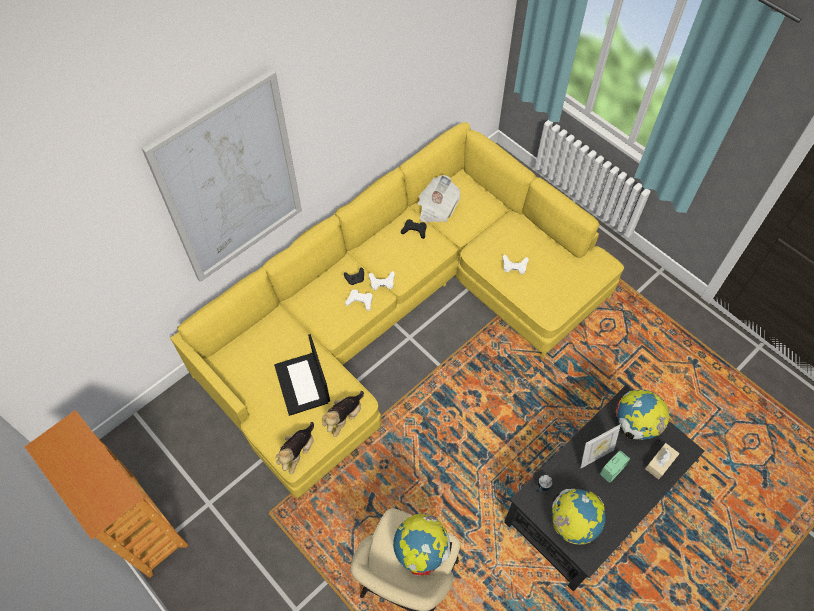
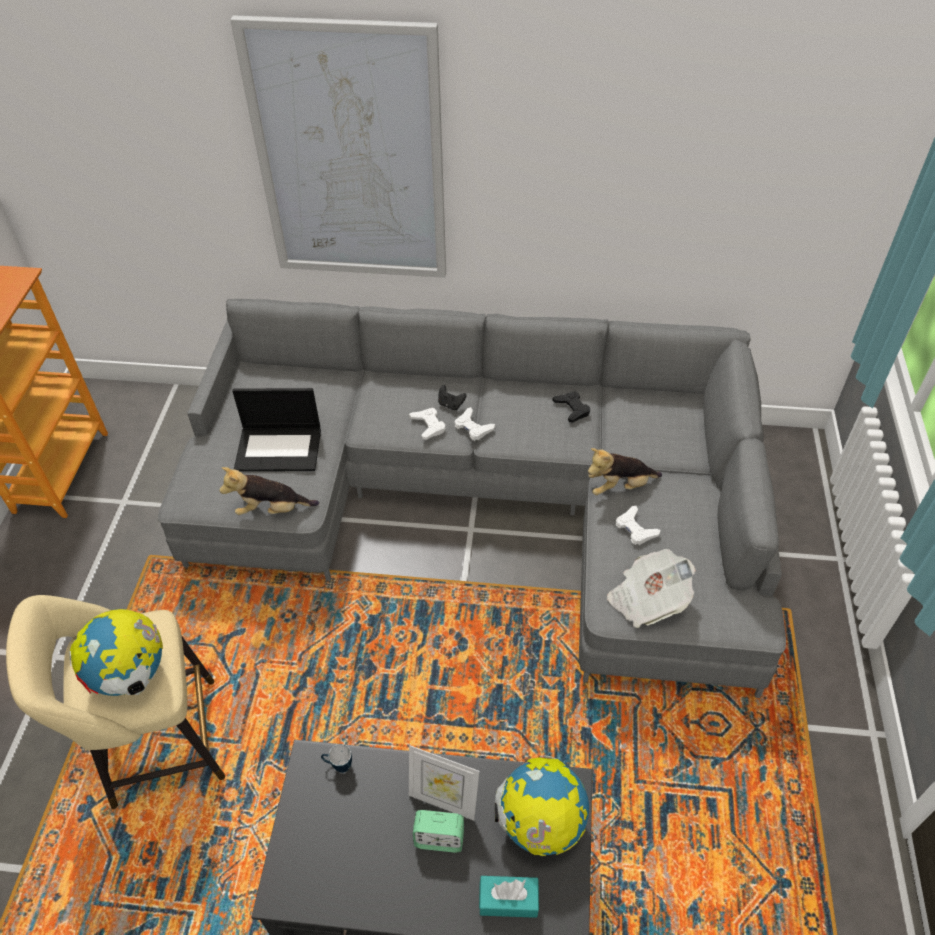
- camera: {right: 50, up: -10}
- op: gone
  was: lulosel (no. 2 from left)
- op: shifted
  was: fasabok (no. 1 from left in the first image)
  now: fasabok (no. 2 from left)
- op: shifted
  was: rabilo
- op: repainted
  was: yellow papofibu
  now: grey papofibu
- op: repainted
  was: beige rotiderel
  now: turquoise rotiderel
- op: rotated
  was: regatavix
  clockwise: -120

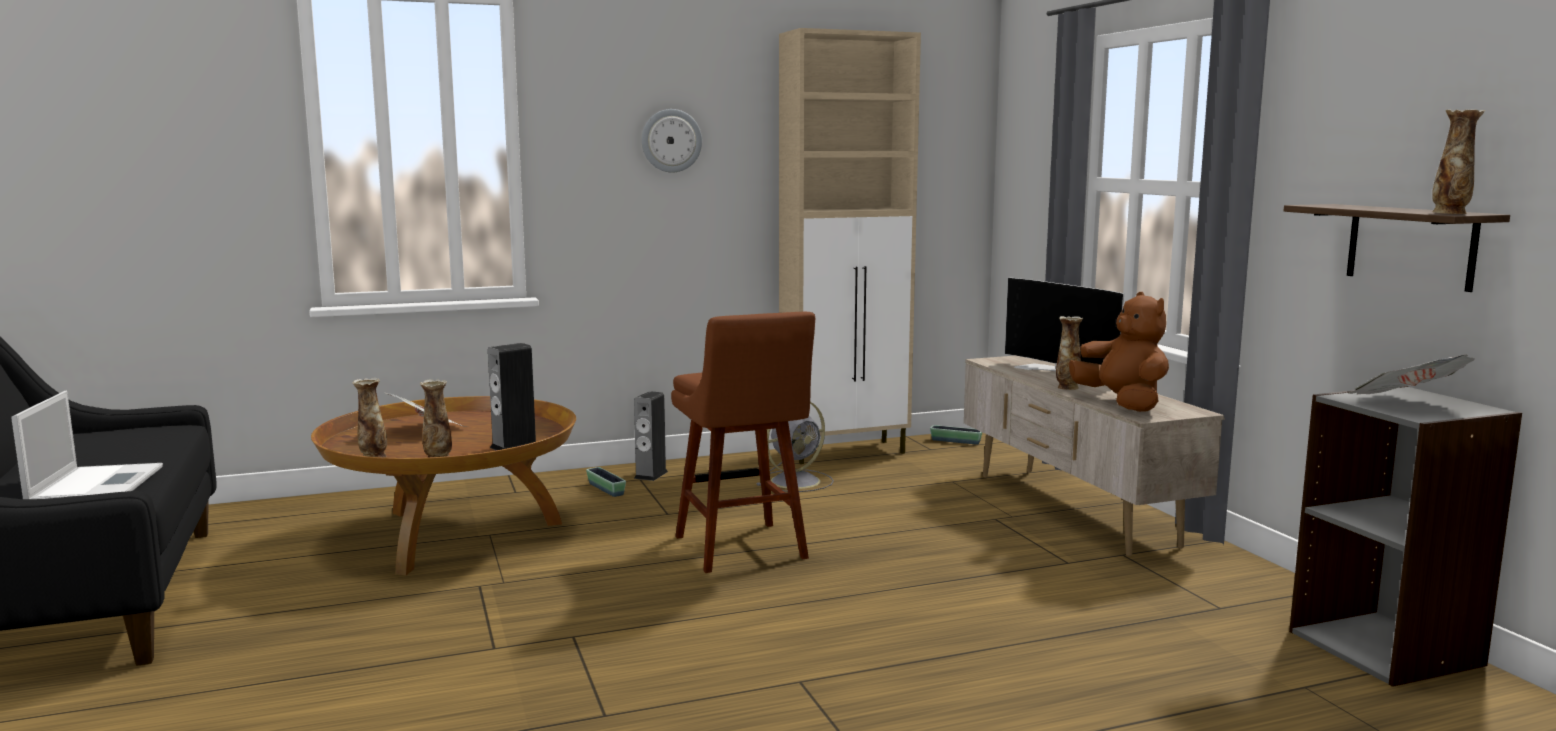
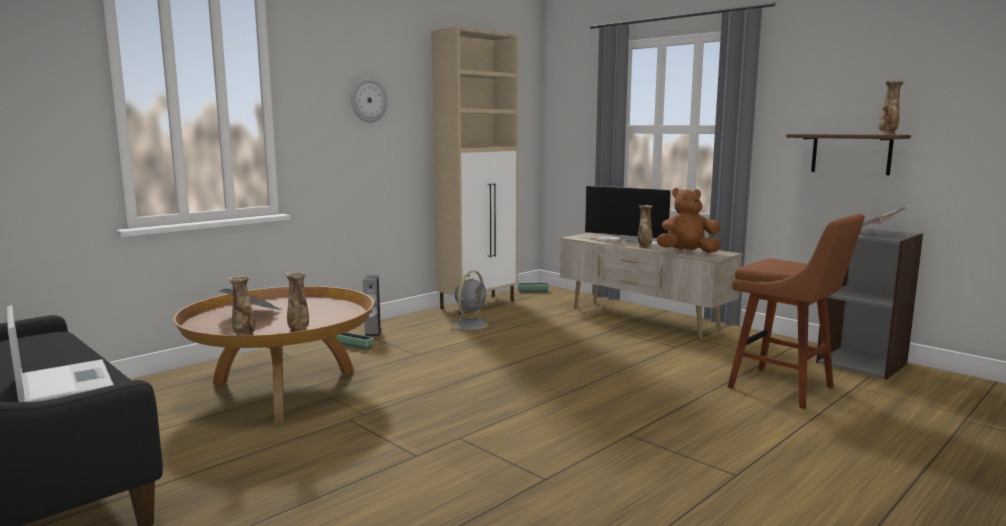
- camera: {right: -25, up: 0}
- op: gone
  was: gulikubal (no. 1 from left)
- op: shifted
  was: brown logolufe
- op: rotated
  was: brown fasabok
  clockwise: -45

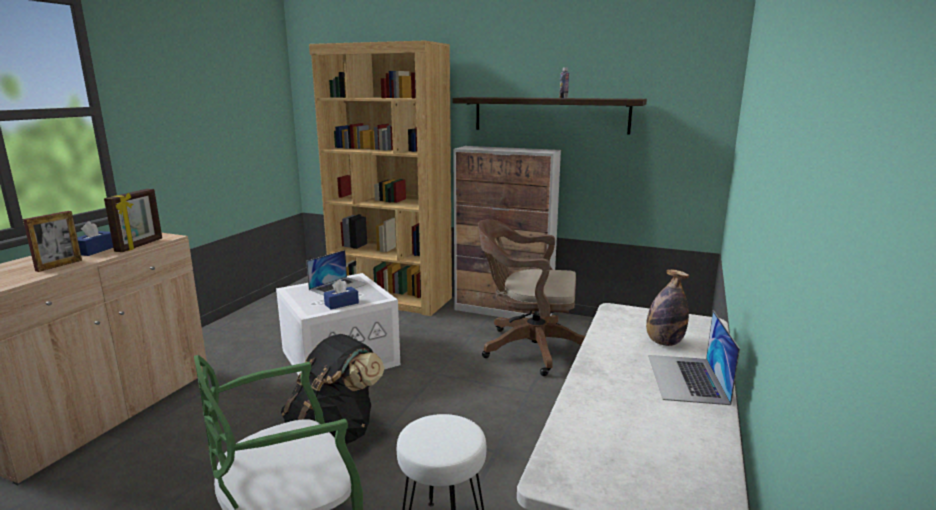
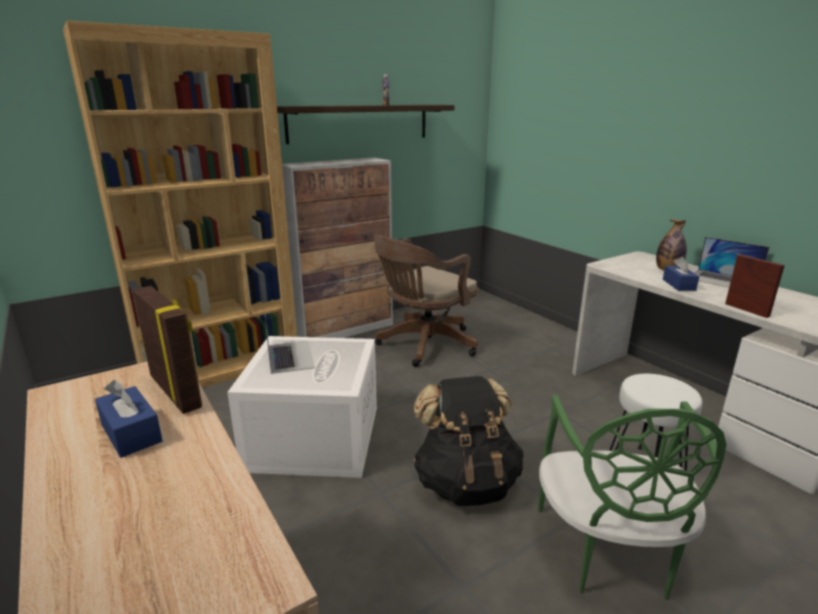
- camera: {right: -55, up: 5}
- op: shifted
  was: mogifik (no. 1 from left in the first image)
  now: mogifik (no. 2 from left)
- op: shifted
  was: blue rotiderel (no. 2 from left)

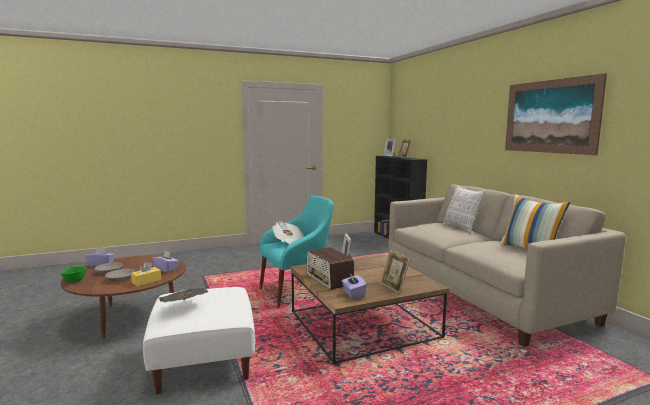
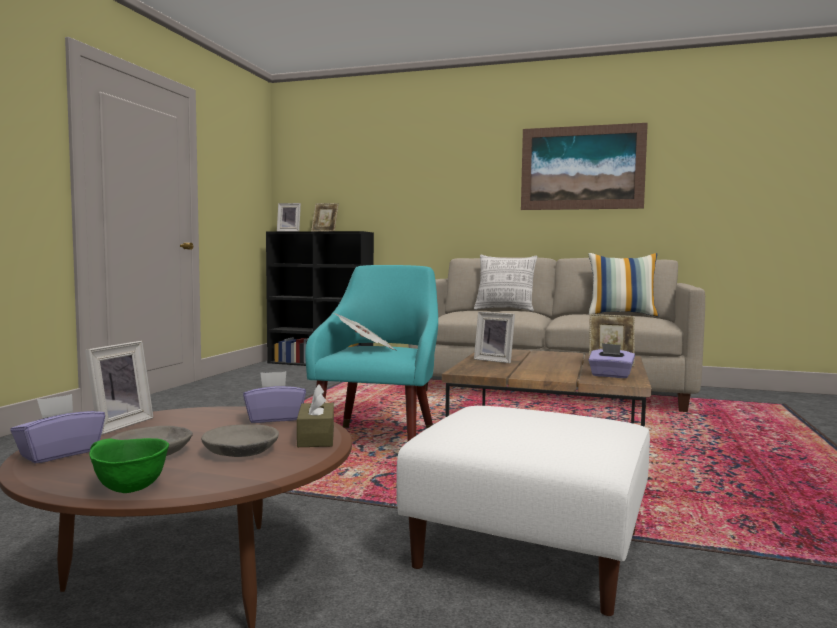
- camera: {right: -50, up: -5}
- op: gone
  was: rabilo (no. 1 from left)
- op: gone
  was: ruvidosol
- op: new
  now: mogifik (no. 1 from left)
- op: repainted
  was: yellow rotiderel
  now: brown rotiderel

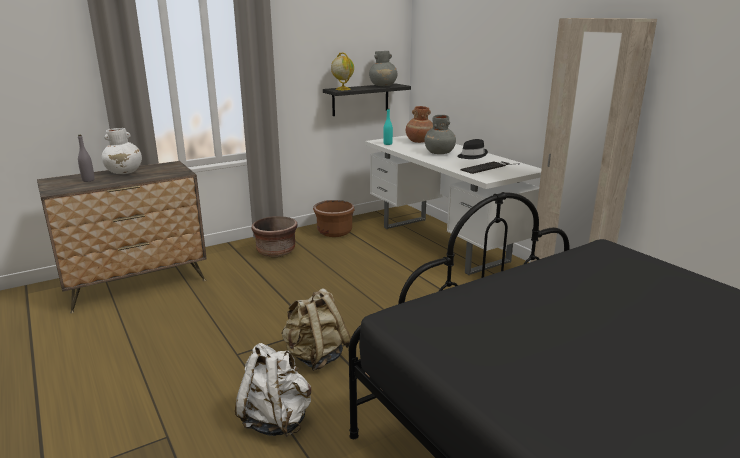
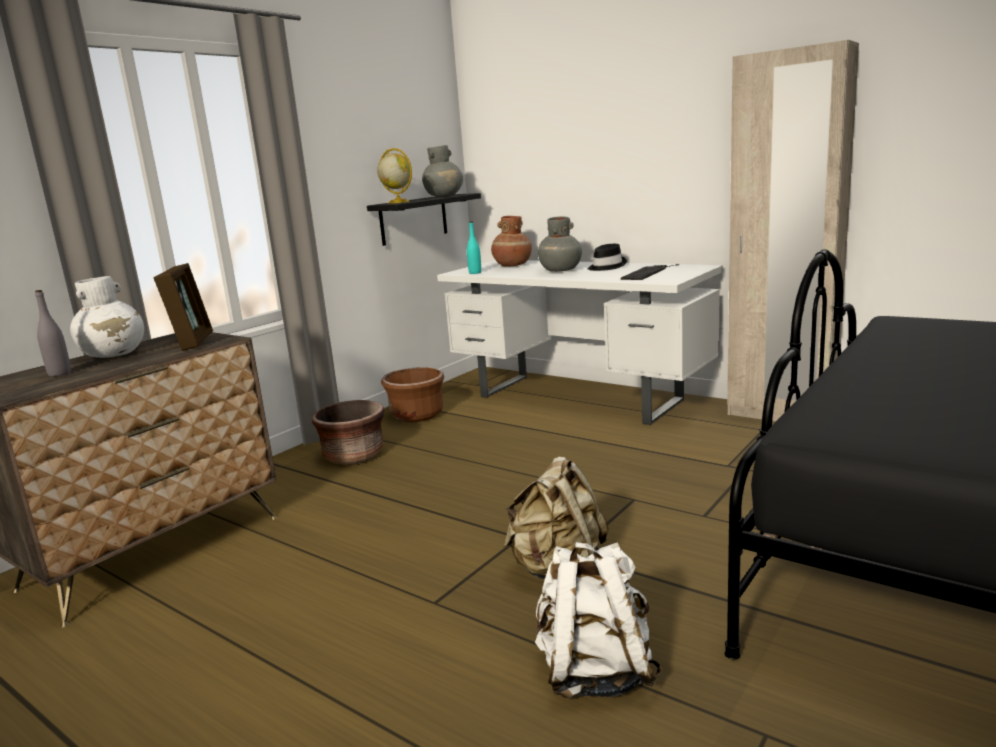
- camera: {right: -20, up: -5}
- op: new
  now: mogifik

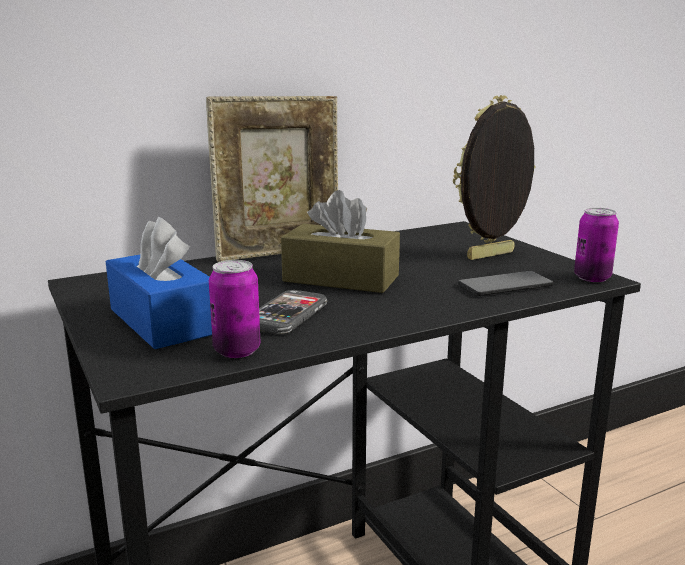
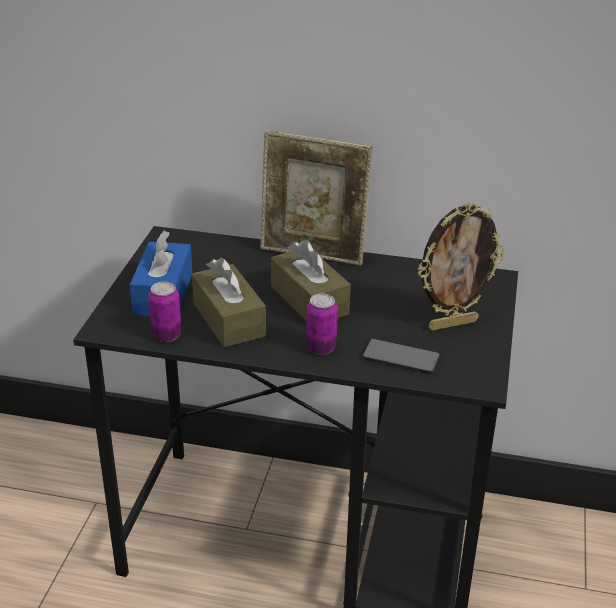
- camera: {right: 40, up: 15}
- op: shifted
  was: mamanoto (no. 2 from left)
- op: swapped
  was: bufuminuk (no. 1 from left)
  now: brown rotiderel (no. 1 from left)
- op: rotated
  was: mogifik (no. 2 from left)
  clockwise: 150

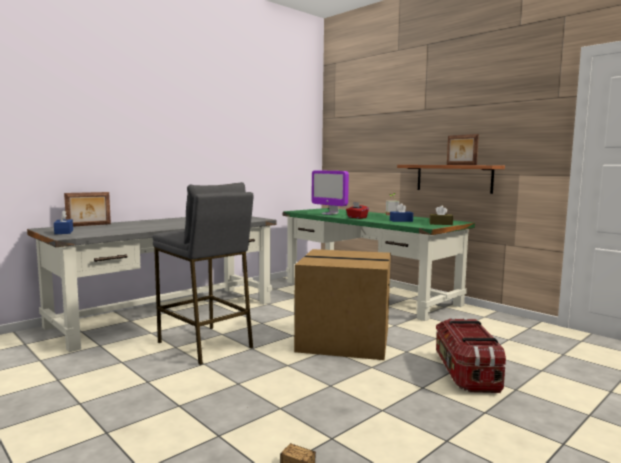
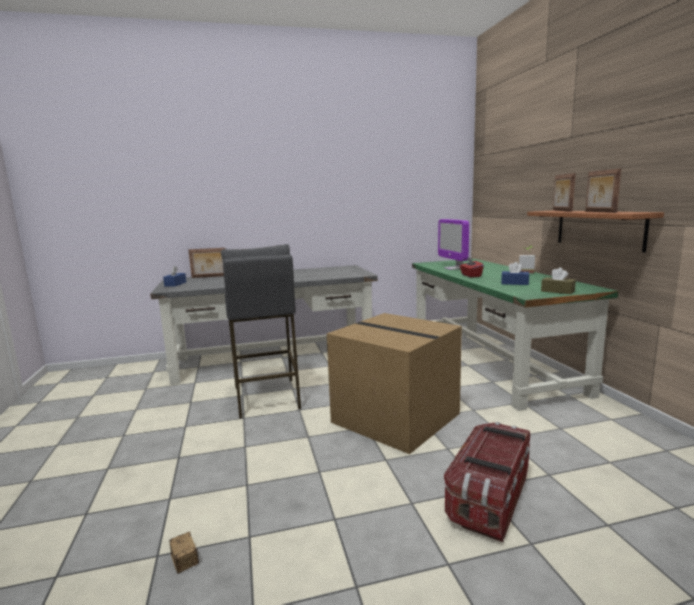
- camera: {right: 30, up: 5}
- op: new
  now: mogifik (no. 2 from left)

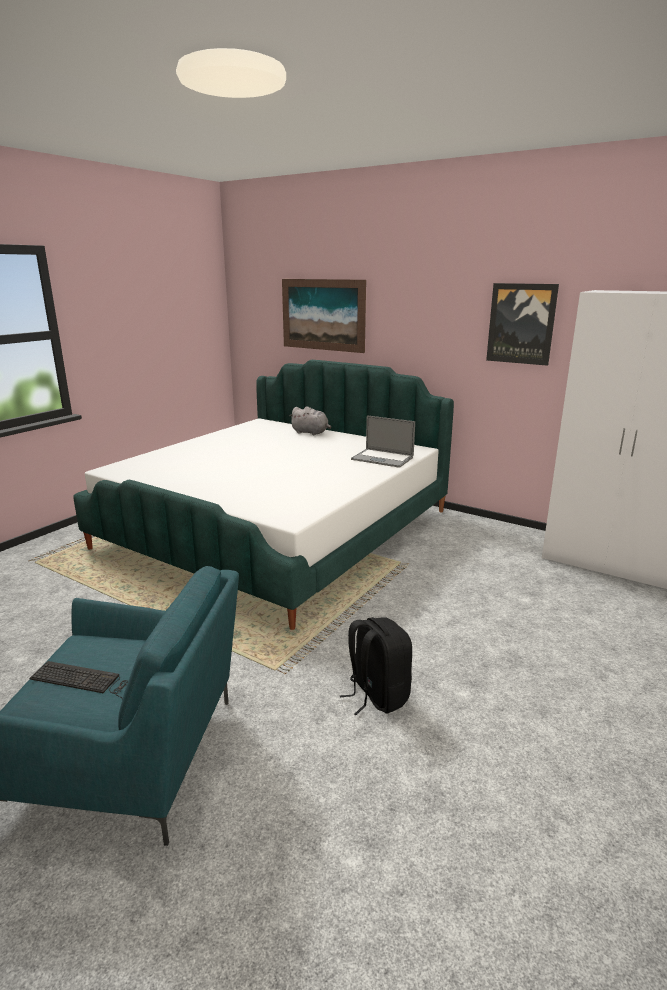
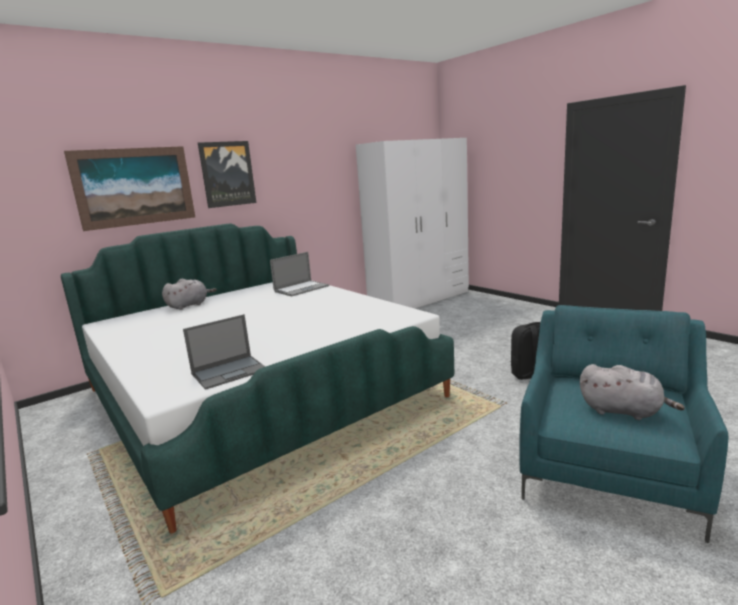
- camera: {right: -70, up: -5}
- op: new
  now: regatavix (no. 1 from left)
- op: shifted
  was: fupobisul (no. 2 from left)
- op: swapped
  was: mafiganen
  now: grey fasabok (no. 2 from left)

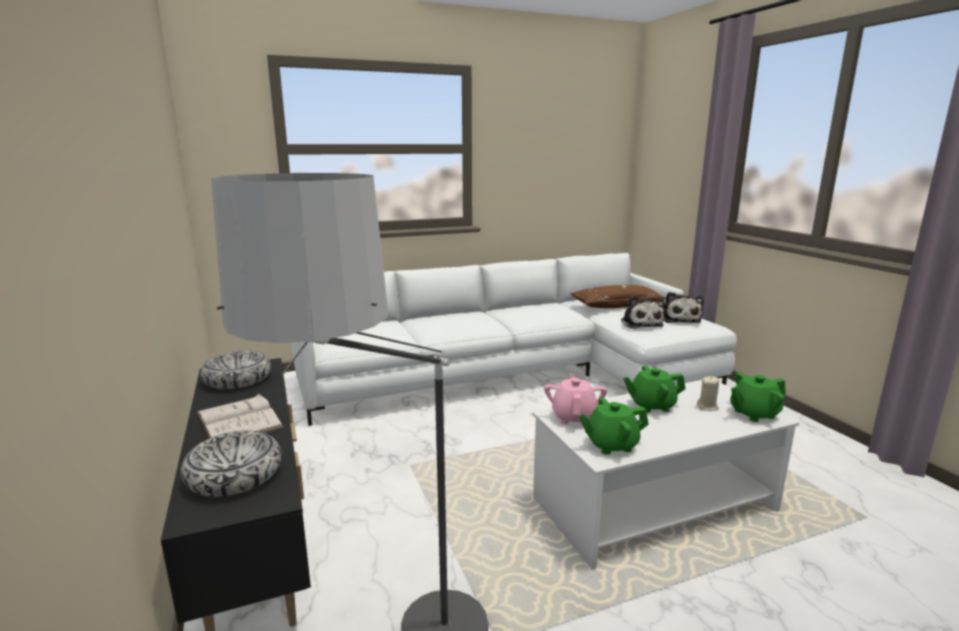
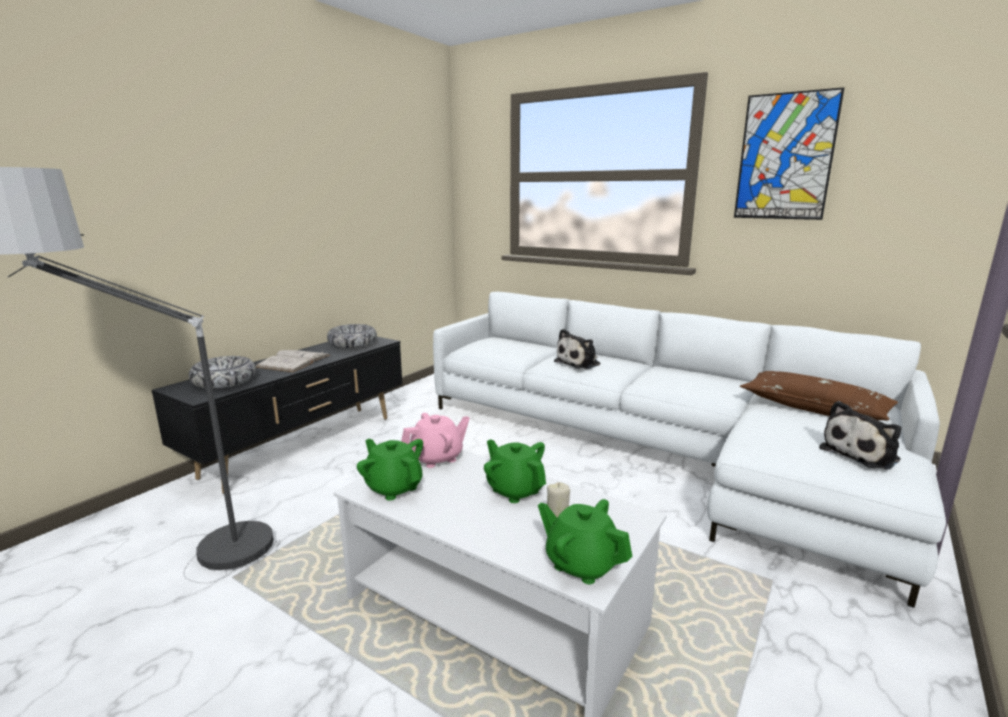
- camera: {right: 55, up: 0}
- op: new
  now: fupobisul
- op: shifted
  was: fasabok (no. 1 from left)

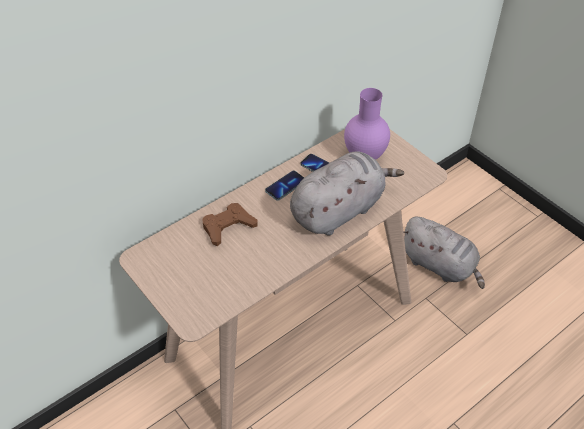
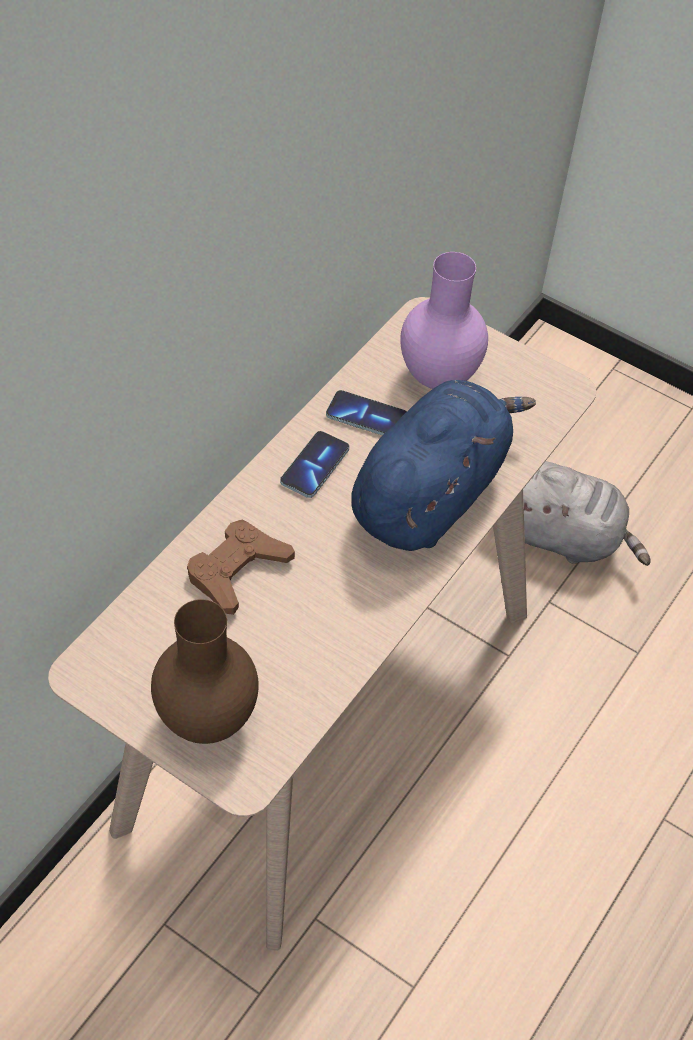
- camera: {right: -20, up: 5}
- op: new
  now: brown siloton
- op: repainted
  was: grey fasabok (no. 1 from left)
  now: blue fasabok

